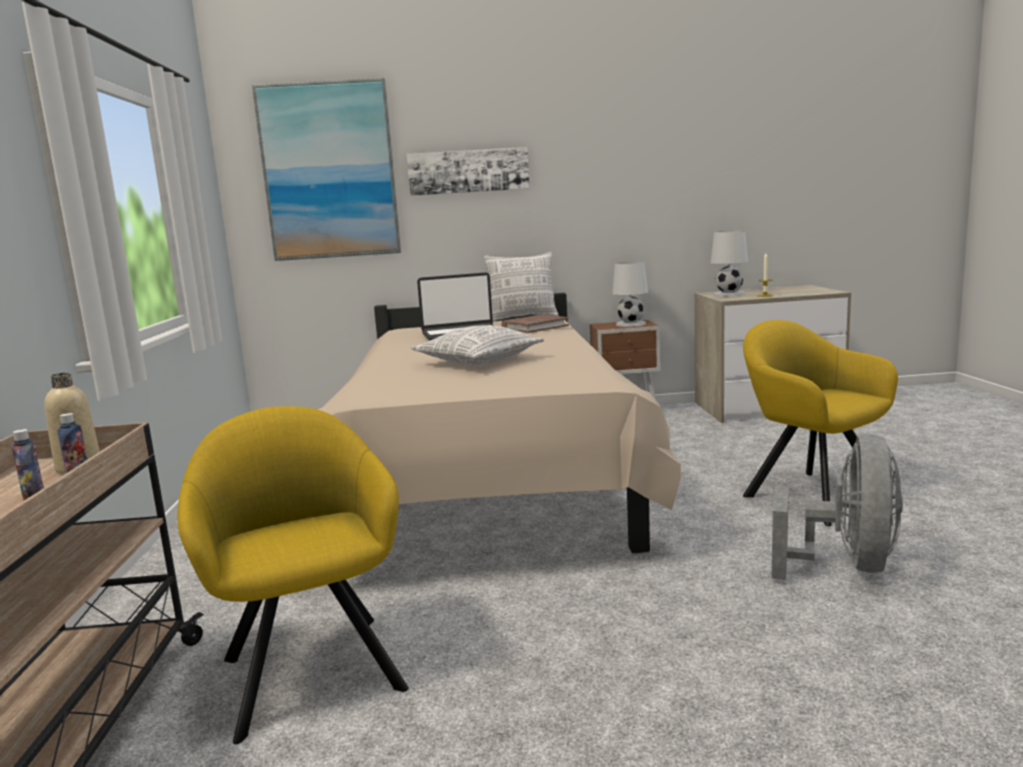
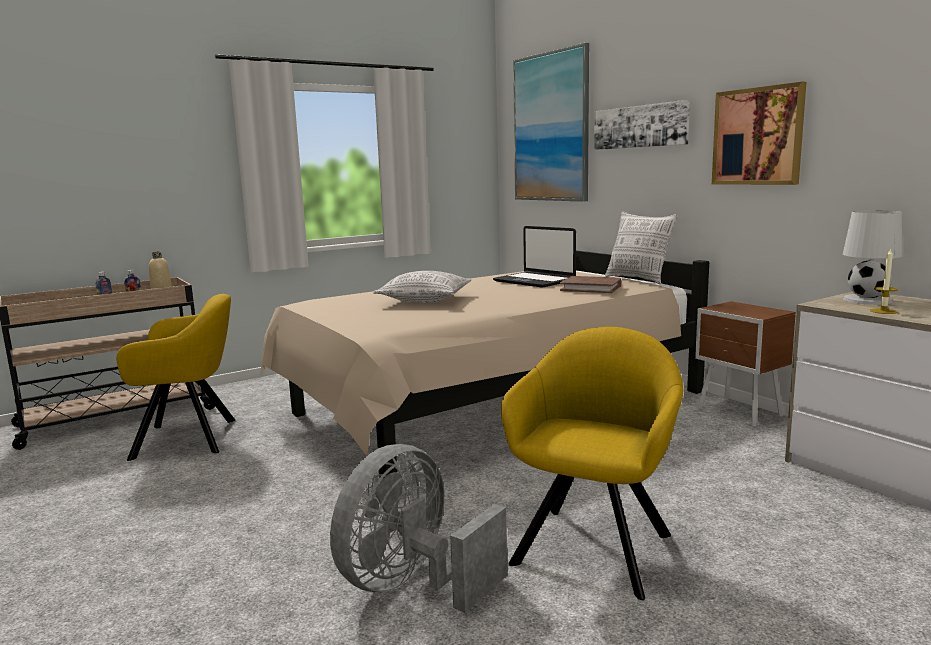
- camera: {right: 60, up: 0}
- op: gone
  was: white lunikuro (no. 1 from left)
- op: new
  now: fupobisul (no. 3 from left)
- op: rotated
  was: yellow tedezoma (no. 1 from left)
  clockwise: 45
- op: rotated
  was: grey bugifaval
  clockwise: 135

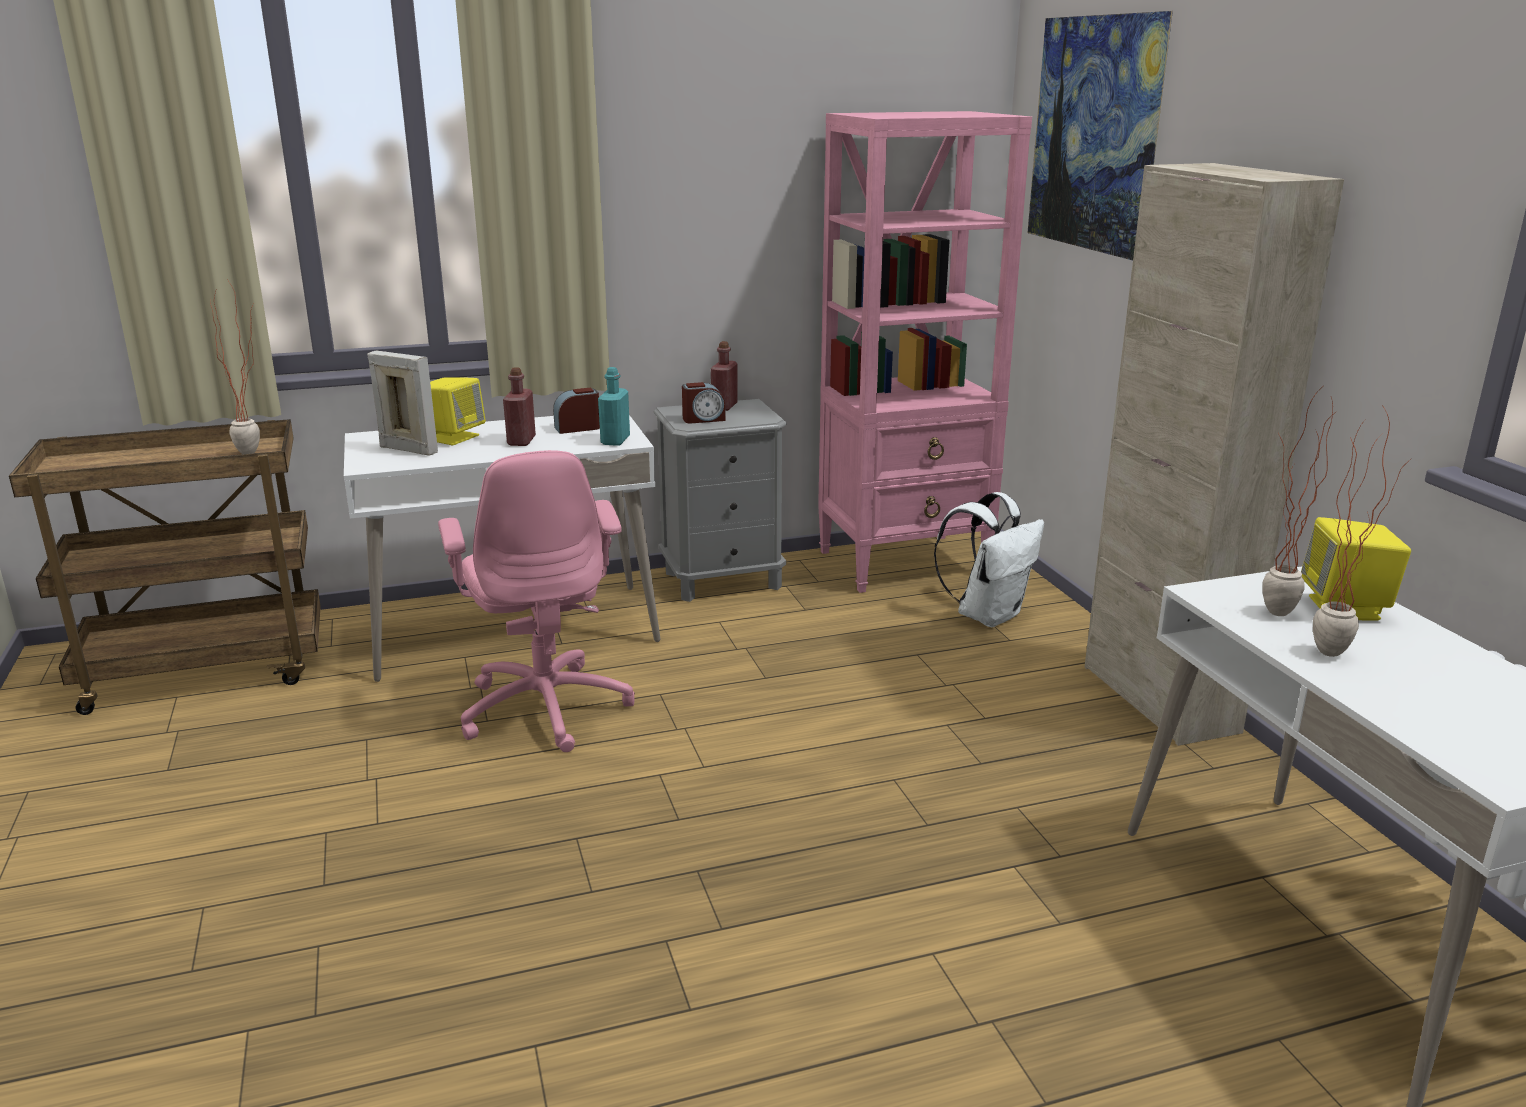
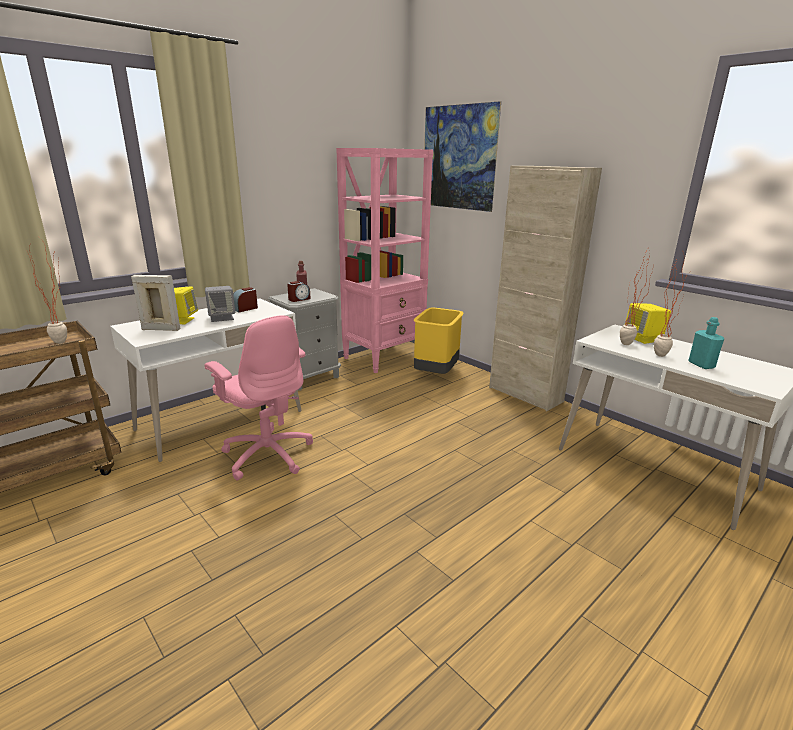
- camera: {right: -25, up: 0}
- op: shifted
  was: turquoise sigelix
- op: swapped
  was: red sigelix (no. 1 from left)
  now: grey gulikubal
- op: swapped
  was: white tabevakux
  now: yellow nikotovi

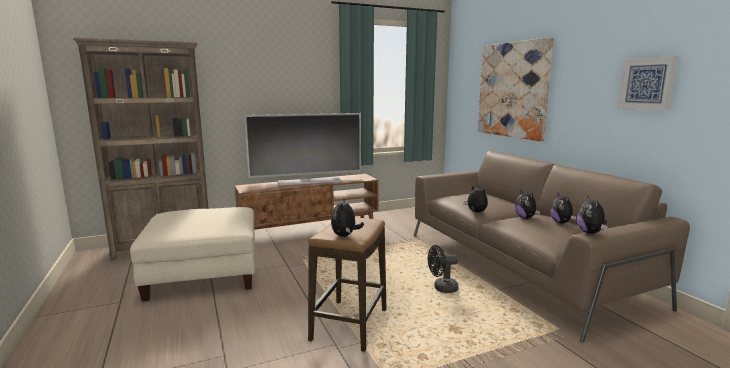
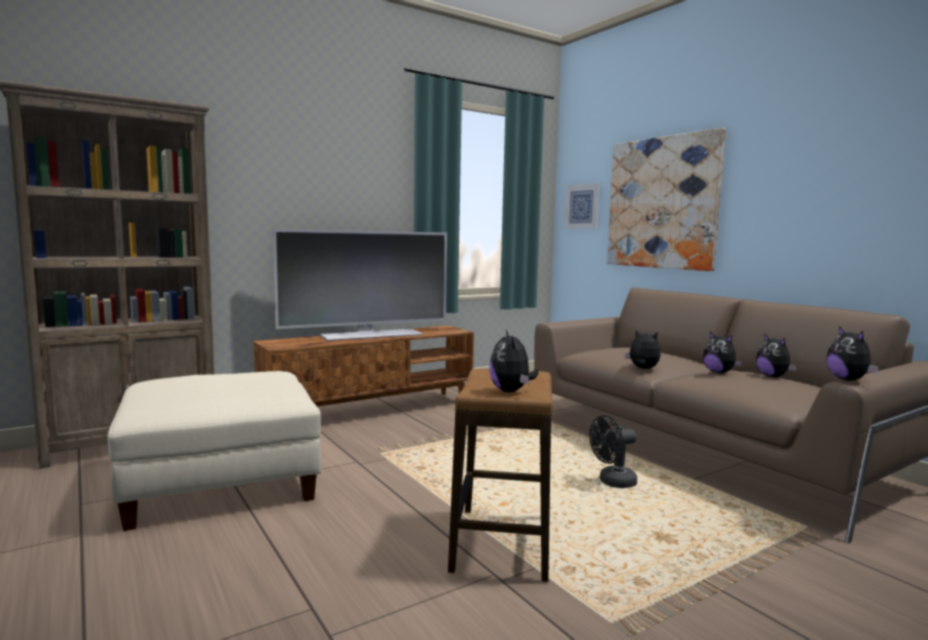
- camera: {right: -10, up: -5}
- op: shifted
  was: fupobisul (no. 2 from left in the first image)
  now: fupobisul (no. 1 from left)

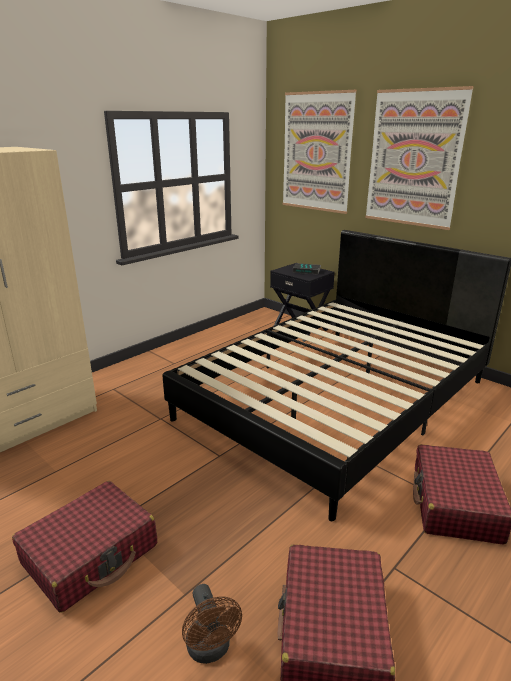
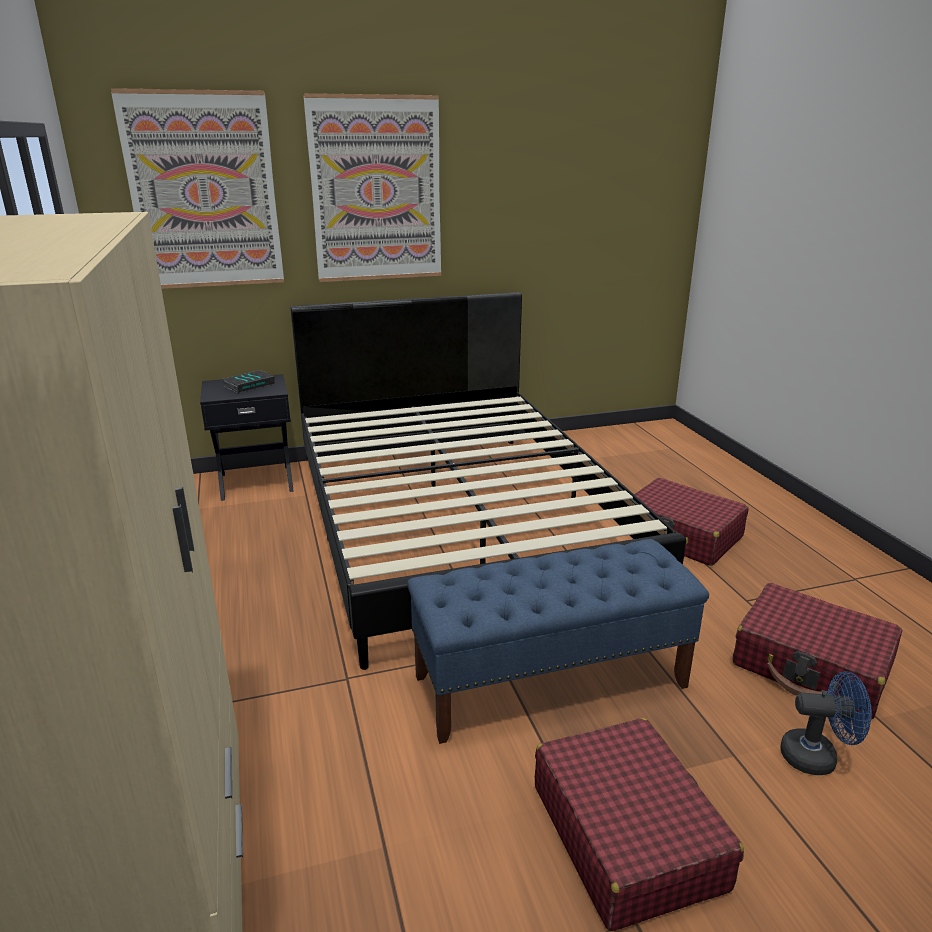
- camera: {right: -60, up: 0}
- op: new
  now: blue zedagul
- op: repainted
  was: brown bugifaval
  now: blue bugifaval

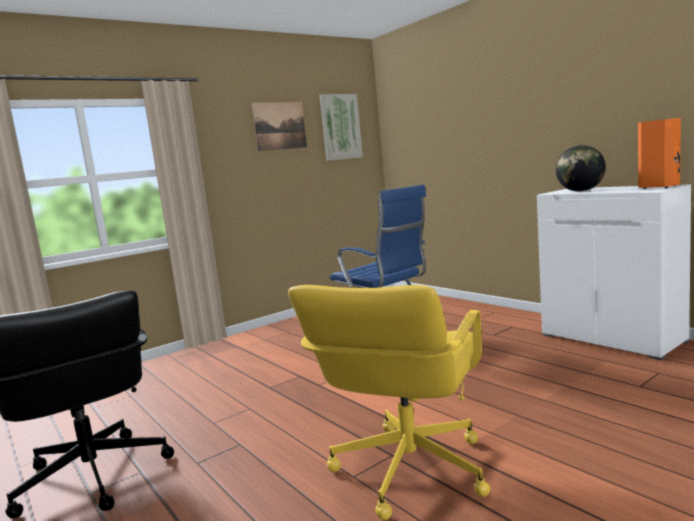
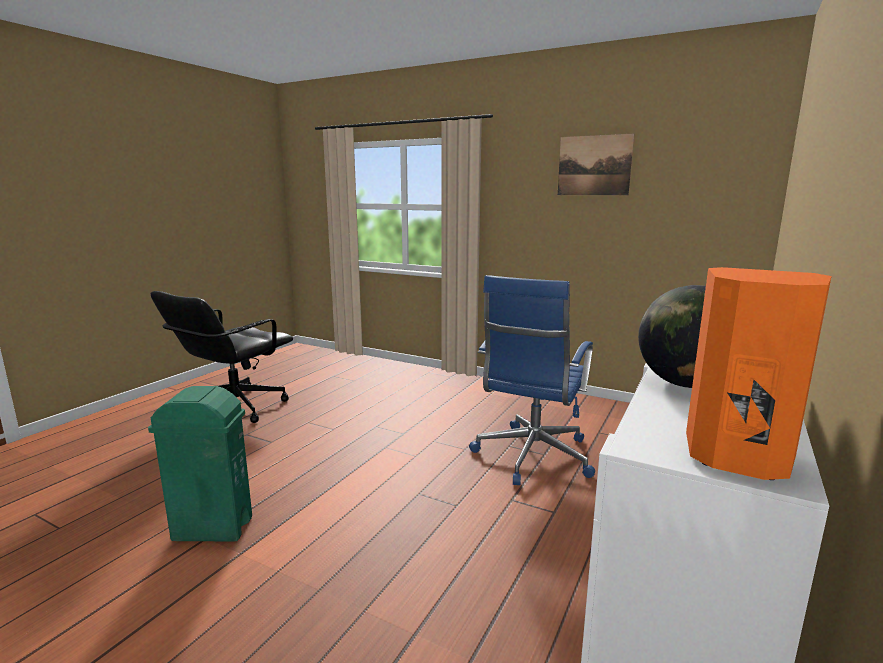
- camera: {right: 65, up: 5}
- op: gone
  was: fupobisul (no. 2 from left)
- op: swapped
  was: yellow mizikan
  now: green nikotovi

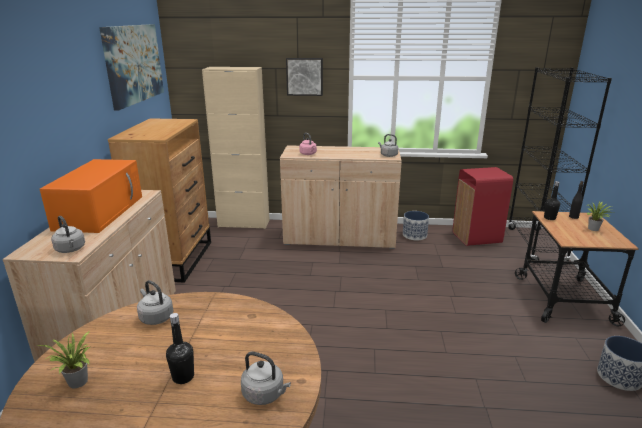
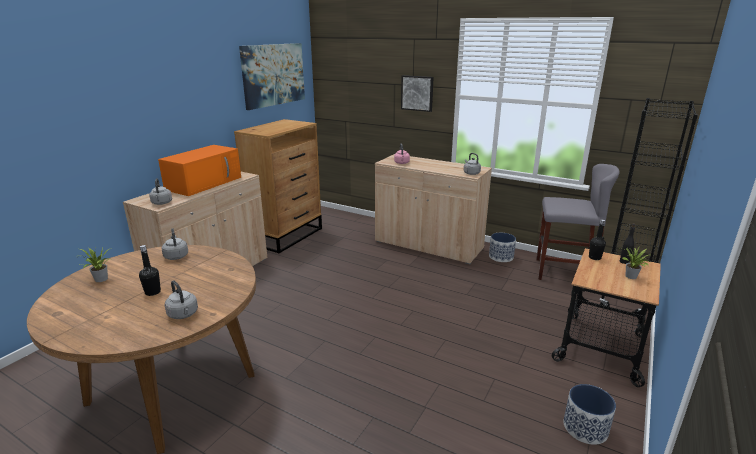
- camera: {right: 25, up: 0}
- op: gone
  was: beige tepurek (no. 2 from left)
- op: swapped
  was: red nikotovi
  now: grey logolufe

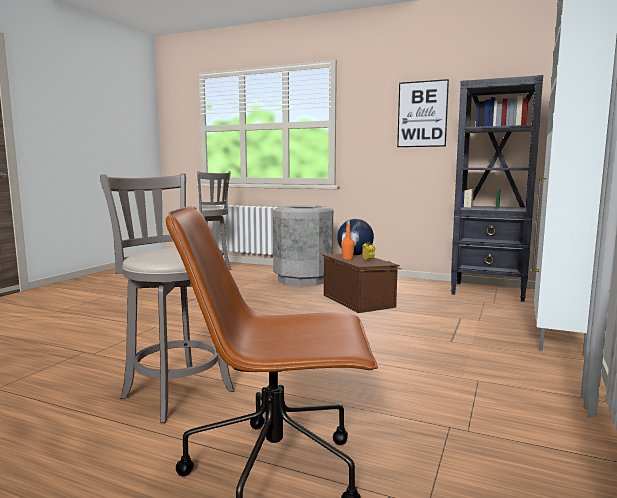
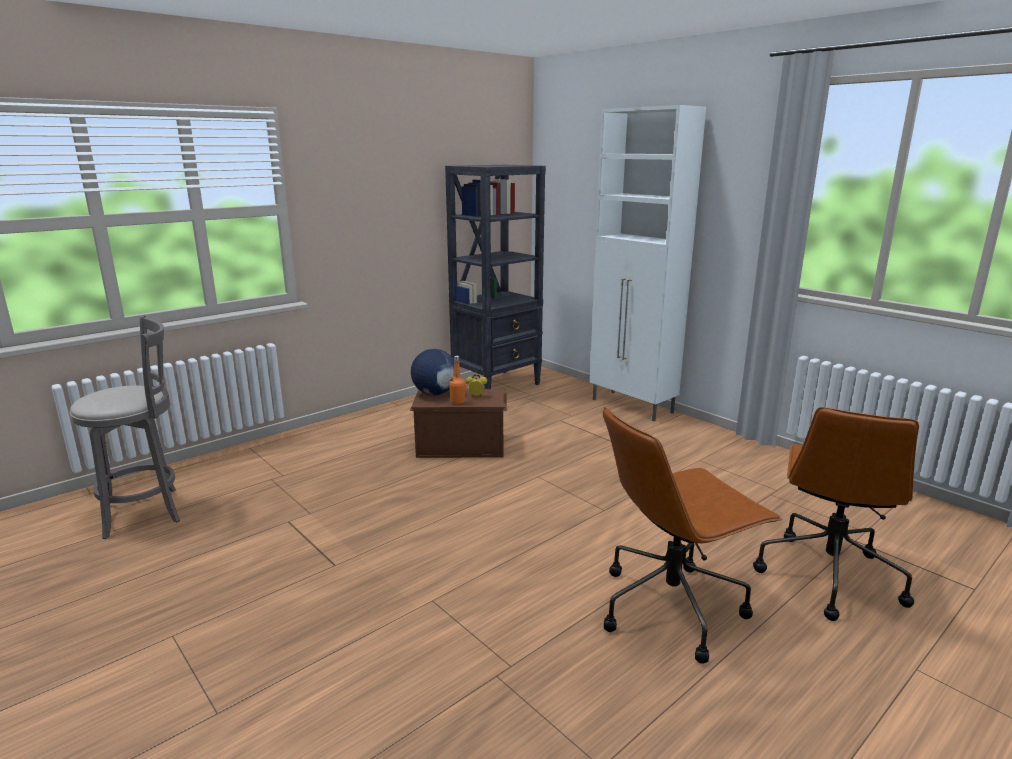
- camera: {right: -65, up: 10}
- op: gone
  was: grey nikotovi
- op: gone
  was: fupobisul
- op: swapped
  was: grey logolufe (no. 1 from left)
  now: brown mizikan (no. 1 from left)

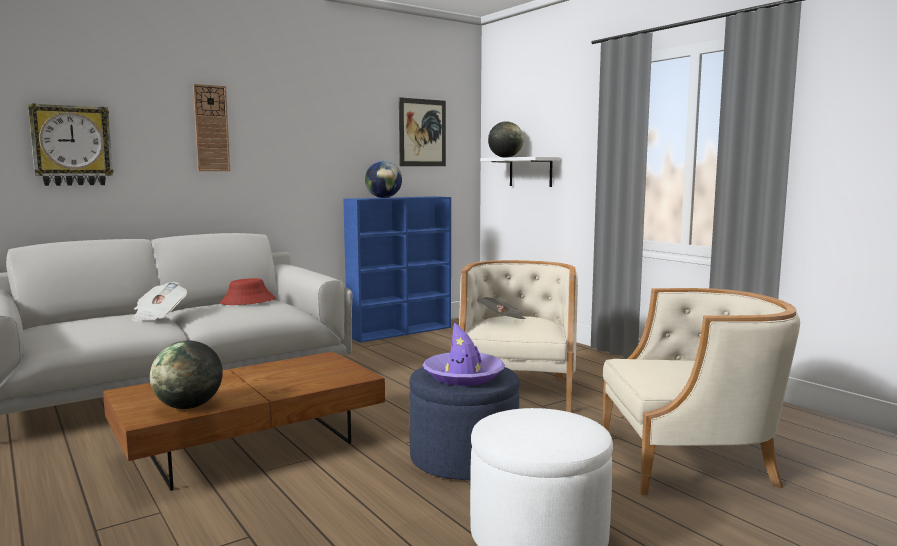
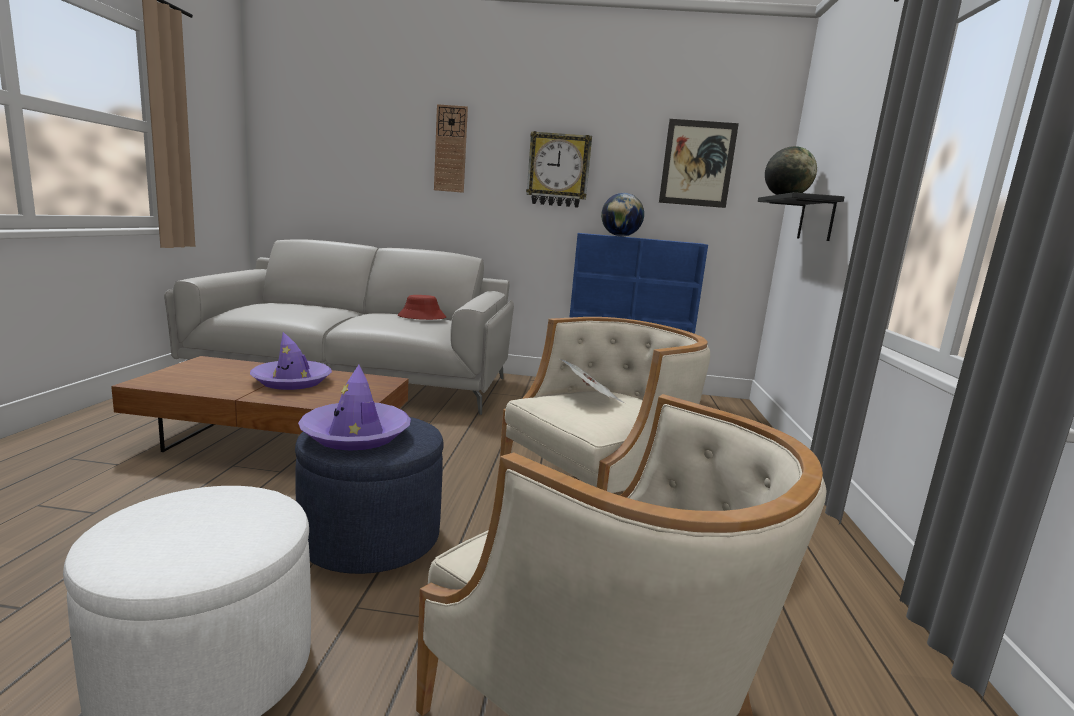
- camera: {right: 40, up: 5}
- op: gone
  was: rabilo (no. 1 from left)
- op: gone
  was: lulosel (no. 1 from left)
- op: new
  now: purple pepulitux (no. 1 from left)
- op: shifted
  was: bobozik (no. 1 from left in the first image)
  now: bobozik (no. 2 from left)
- op: repainted
  was: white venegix
  now: black venegix

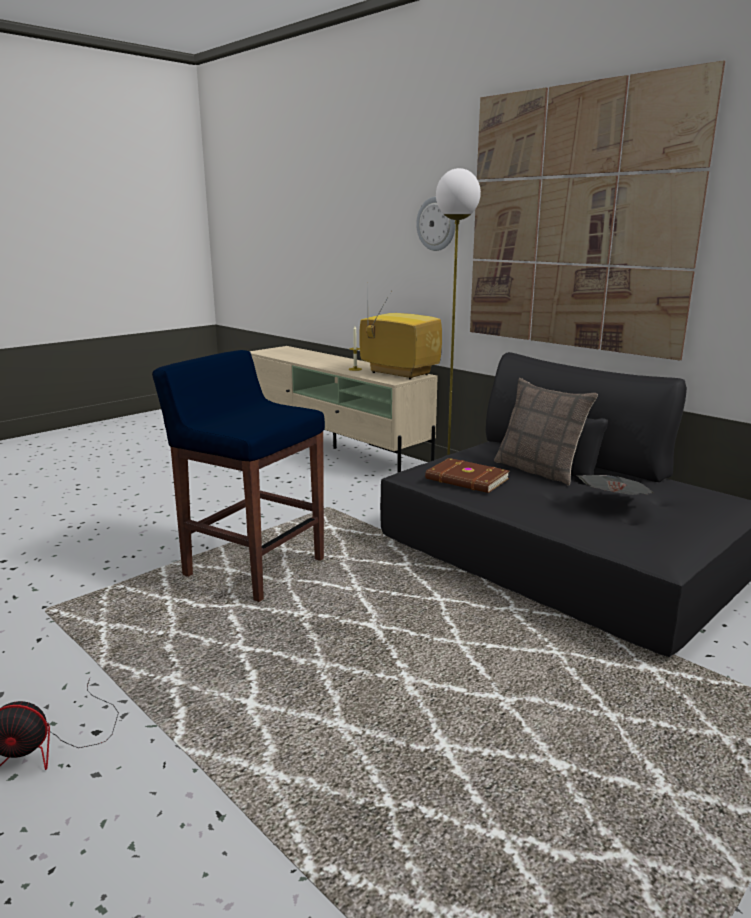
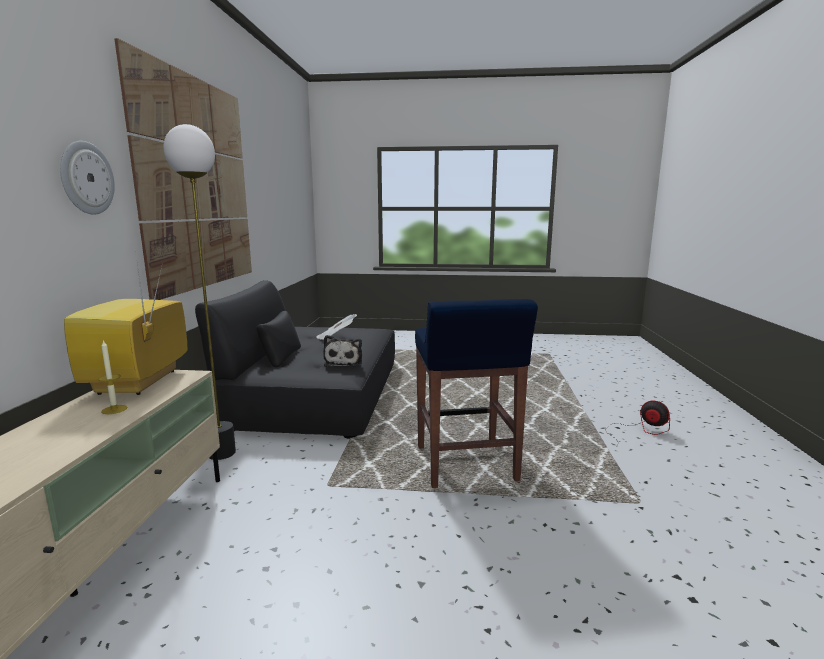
- camera: {right: -130, up: -5}
- op: gone
  was: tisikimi
- op: swapped
  was: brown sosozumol
  now: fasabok

